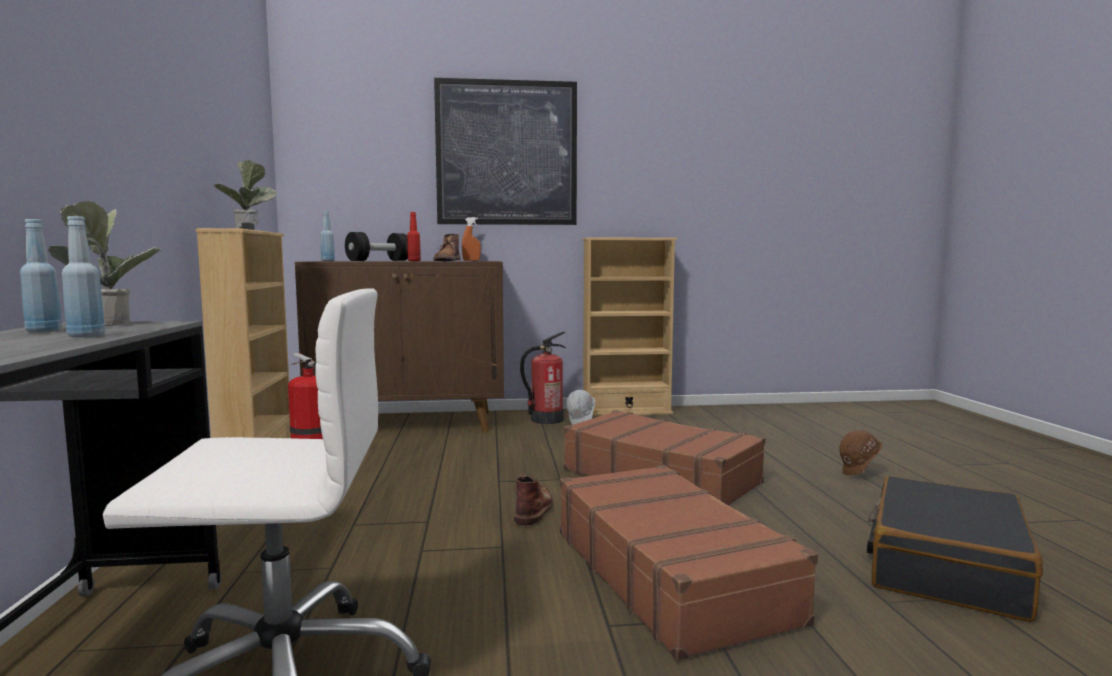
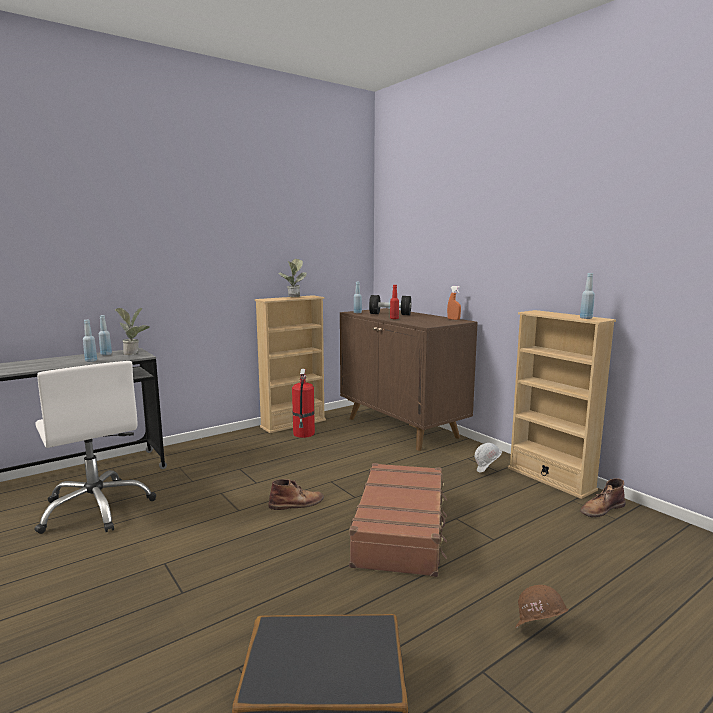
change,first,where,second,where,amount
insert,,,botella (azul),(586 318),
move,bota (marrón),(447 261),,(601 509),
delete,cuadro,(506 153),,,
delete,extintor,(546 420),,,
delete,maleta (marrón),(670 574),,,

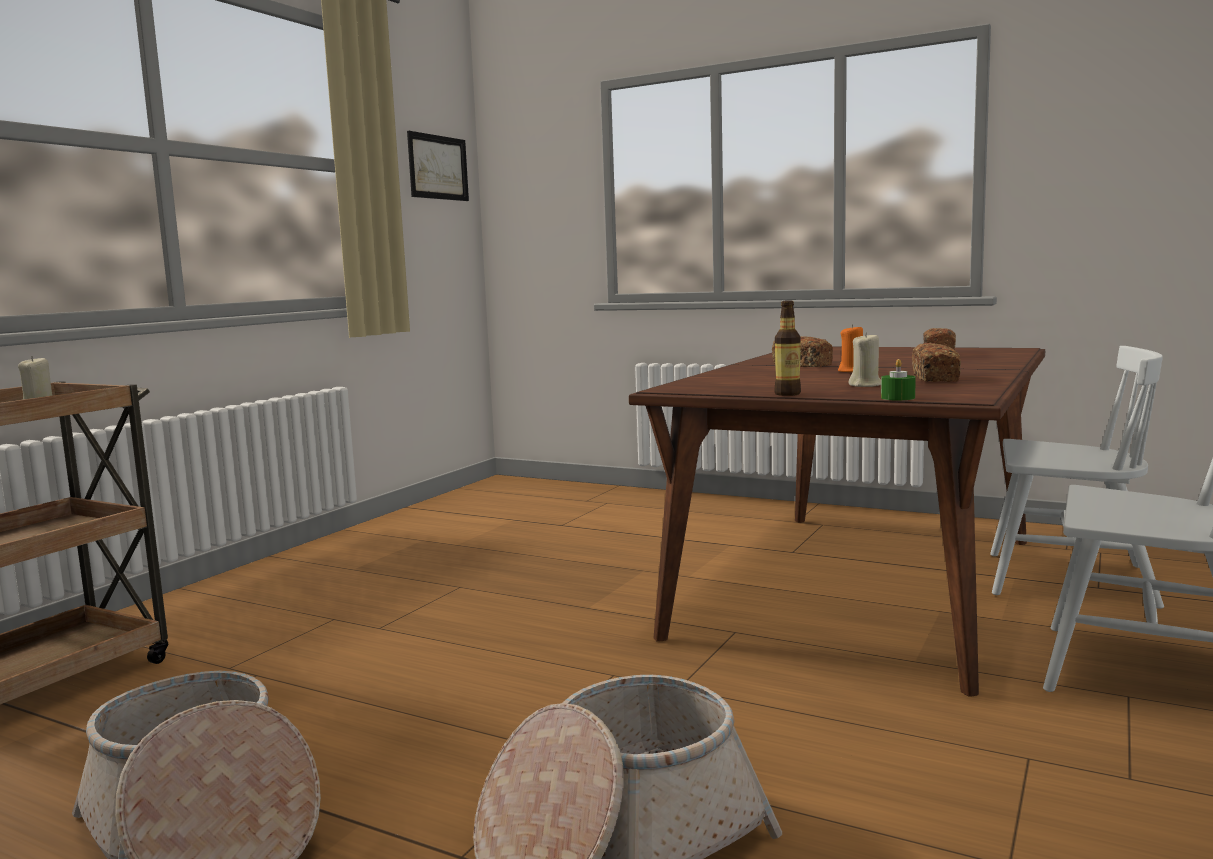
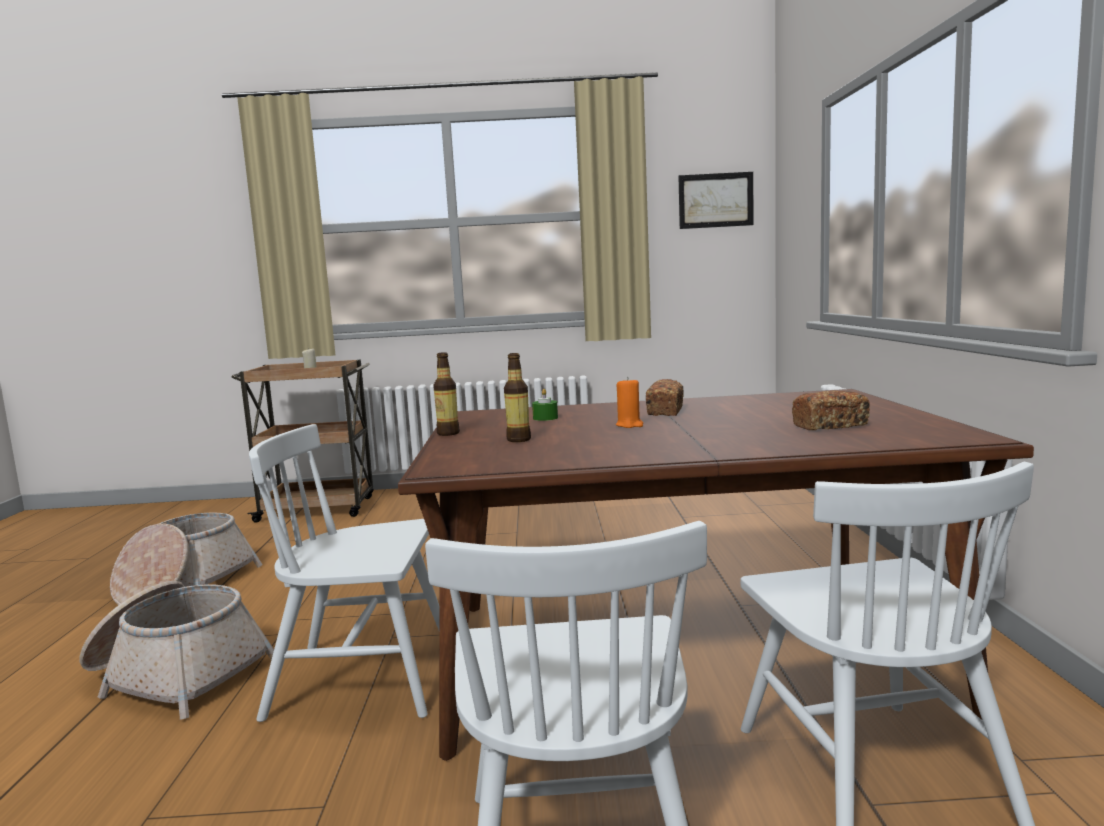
change,first,where,second,where,amount
insert,,,silla (blanco),(364 678),
replace,vela (beis),(865 385),botella,(518 440),
move,vela (verde),(897 398),,(545 418),
delete,pan,(935 378),,,

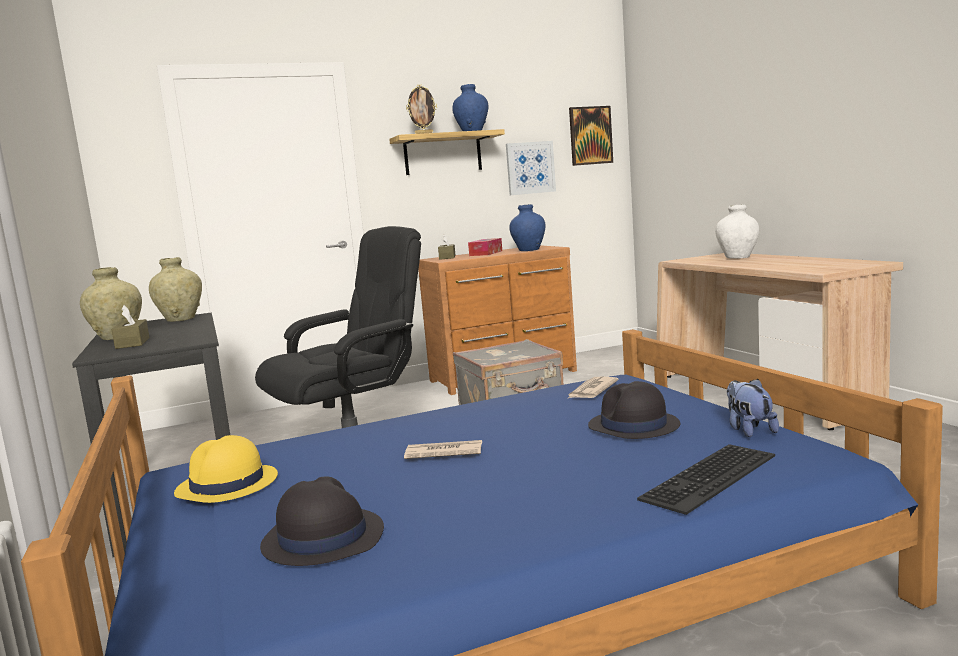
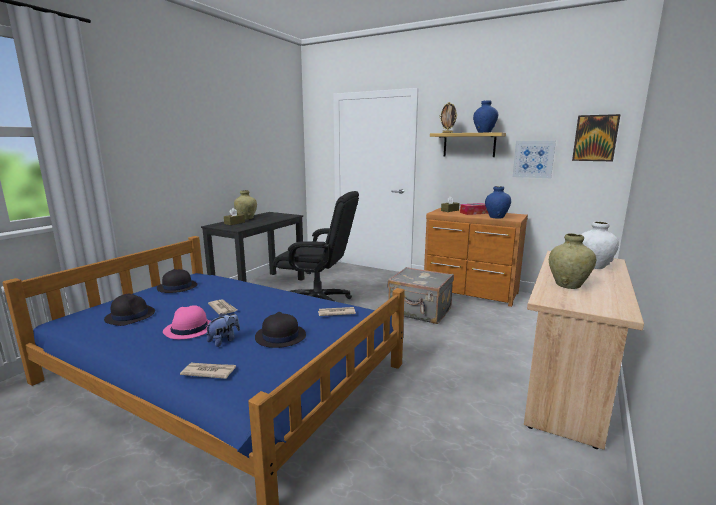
change,first,where,second,where,amount
recolor,sombrero (amarillo),(227 485),sombrero (negro),(177 287),
insert,,,sombrero (rosa),(189 329),
replace,teclado,(712 478),periódico,(208 372),
move,peluche,(749 430),,(224 340),
move,florero (beis),(181 319),,(568 285),

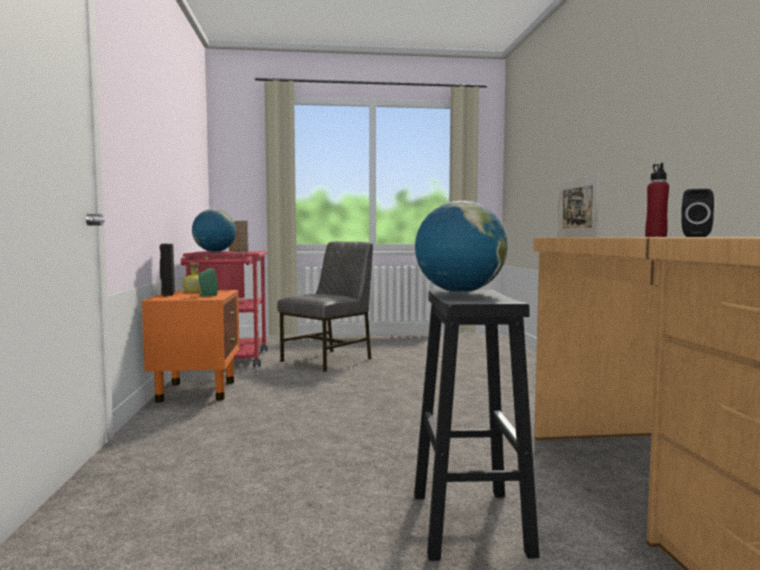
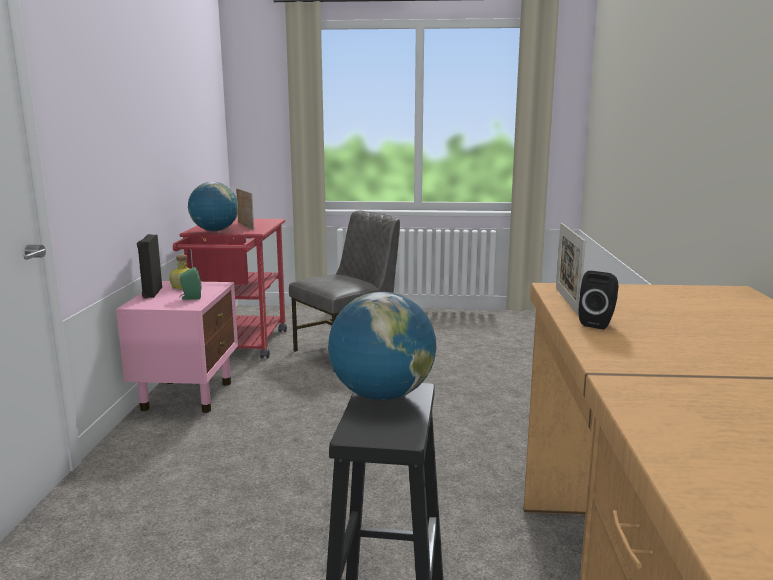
change,first,where,second,where,amount
recolor,mesita de noche (naranja),(197 391),mesita de noche (rosa),(188 395),
move,altavoz (negro),(694 236),,(598 323),
delete,botella (rojo),(655 236),,,

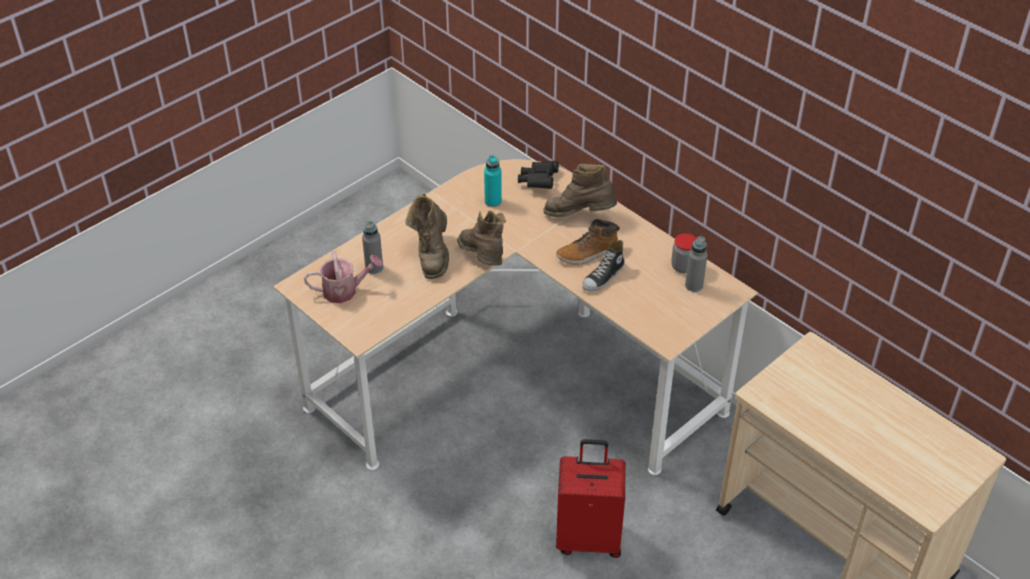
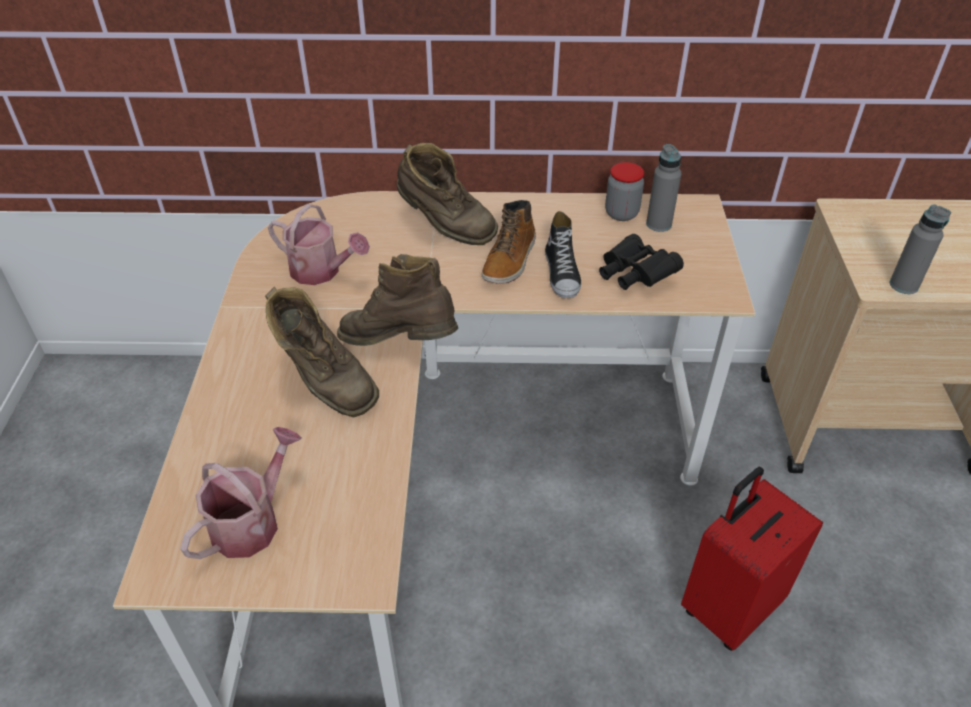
change,first,where,second,where,amount
replace,botella (turquesa),(493 201),regadera,(321 271),
rotate,bota (marrón),(579 216),,(445 227),120 degrees counterclockwise
move,prismáticos (negro),(538 182),,(634 275),
move,botella (gris),(374 268),,(903 285),

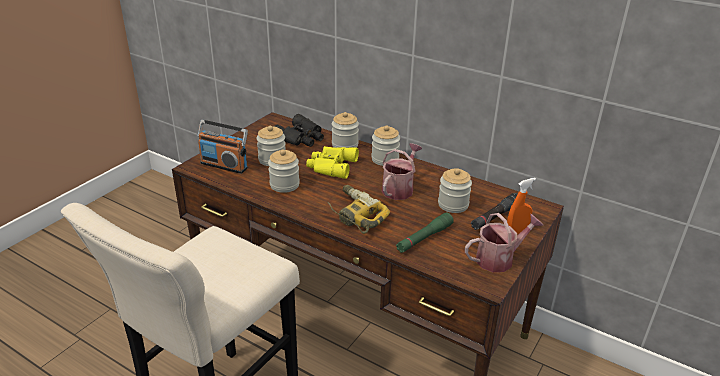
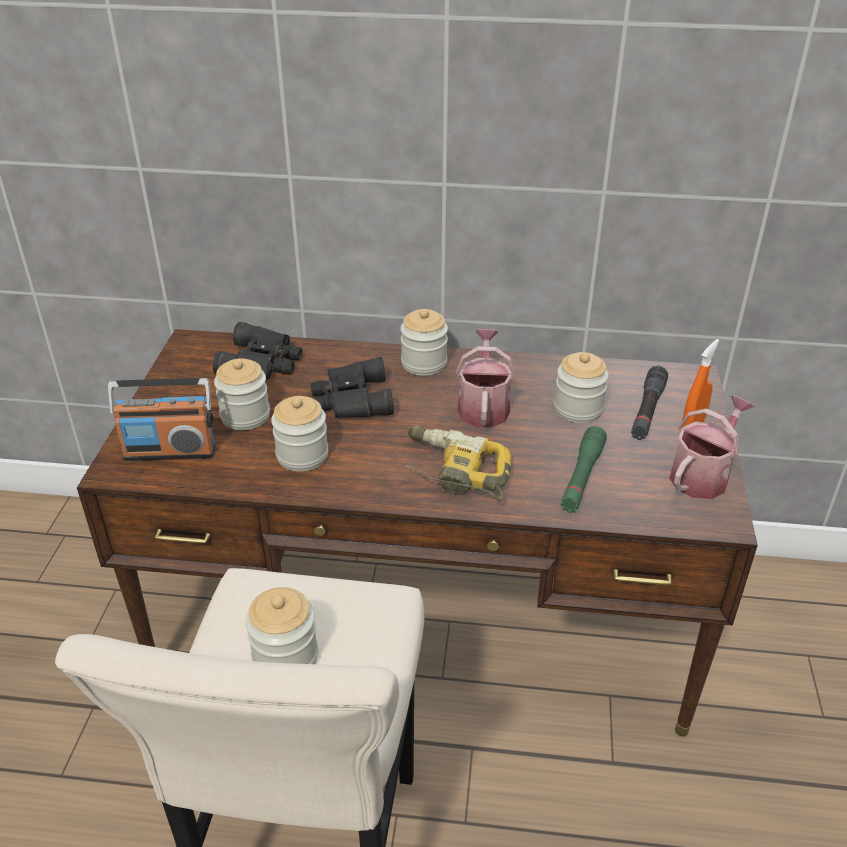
change,first,where,second,where,amount
move,tarro,(345 145),,(285 657),
recolor,prismáticos (amarillo),(330 166),prismáticos (negro),(350 400),

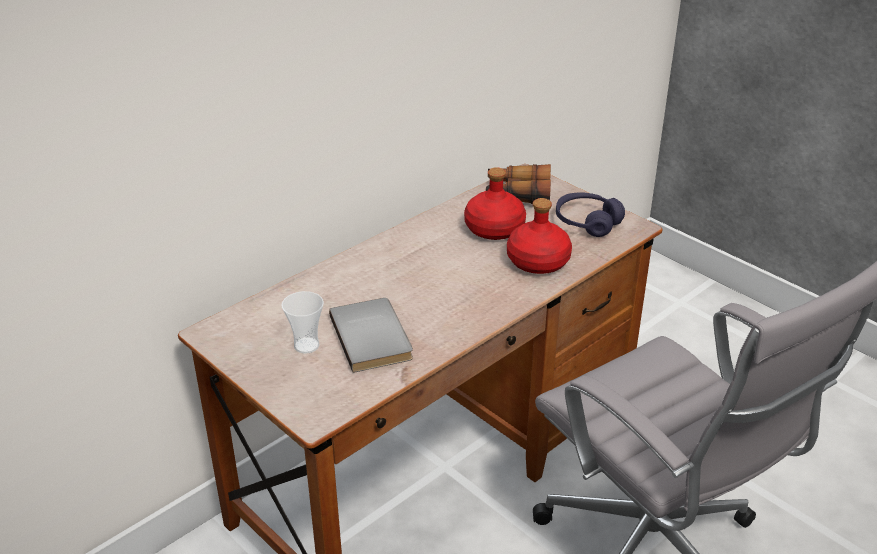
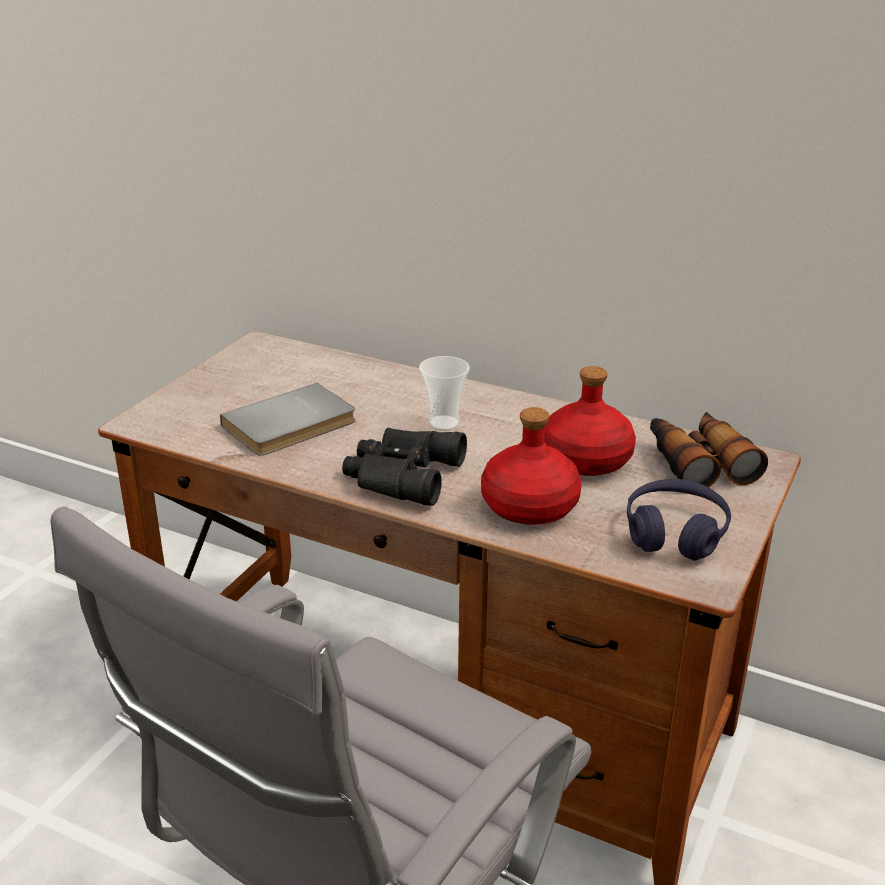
change,first,where,second,where,amount
insert,,,prismáticos (negro),(400 475),
move,taza,(306 345),,(444 423),

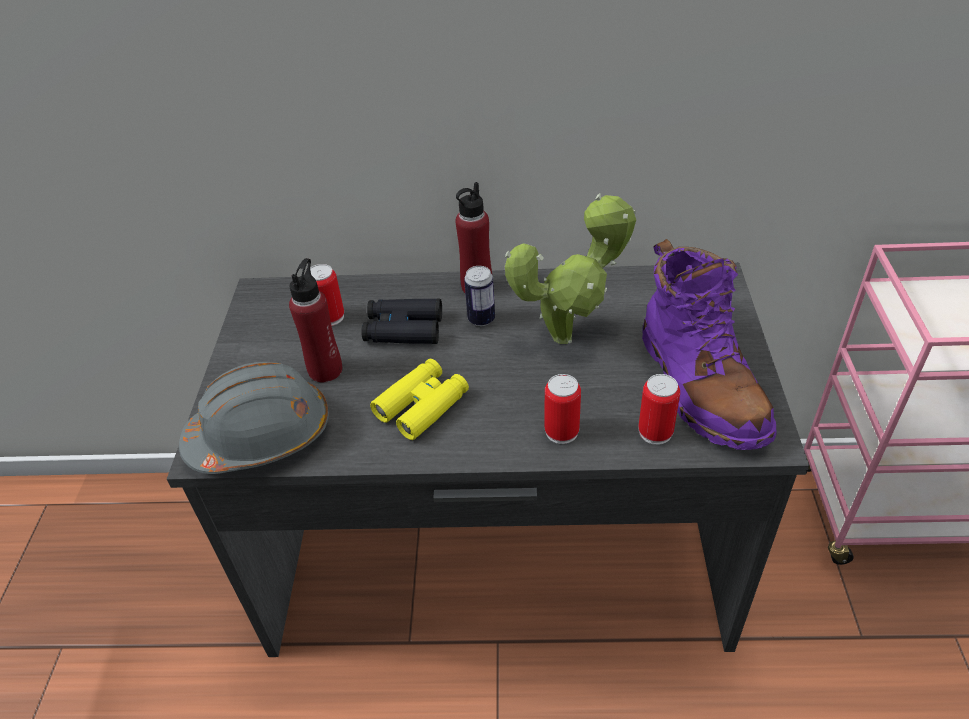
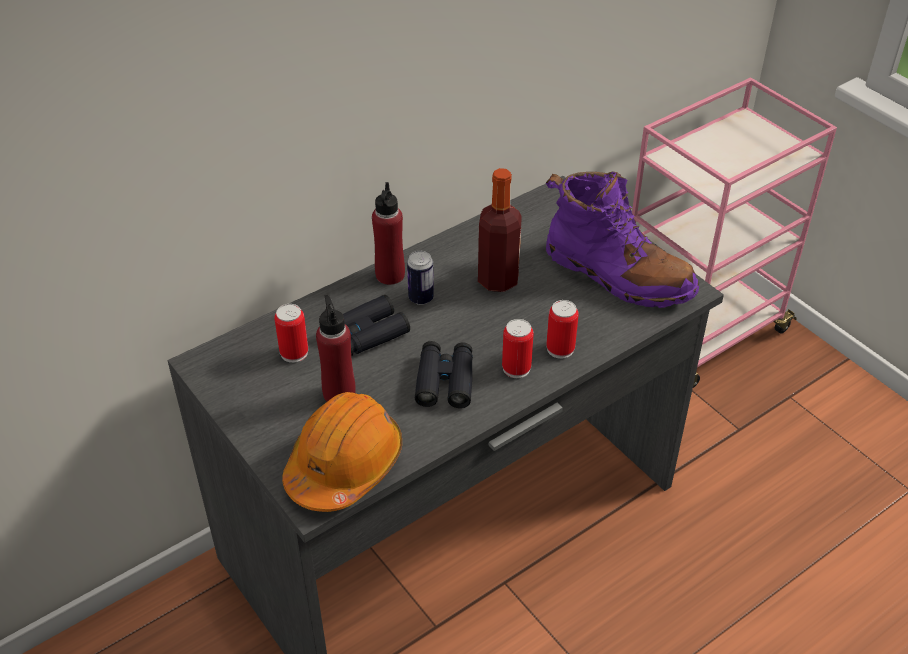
change,first,where,second,where,amount
recolor,casco (gris),(261 435),casco (naranja),(344 465),
recolor,prismáticos (amarillo),(422 405),prismáticos (negro),(445 381),
replace,planta en maceta,(569 335),botella,(498 280),
move,lata,(655 432),,(516 368),

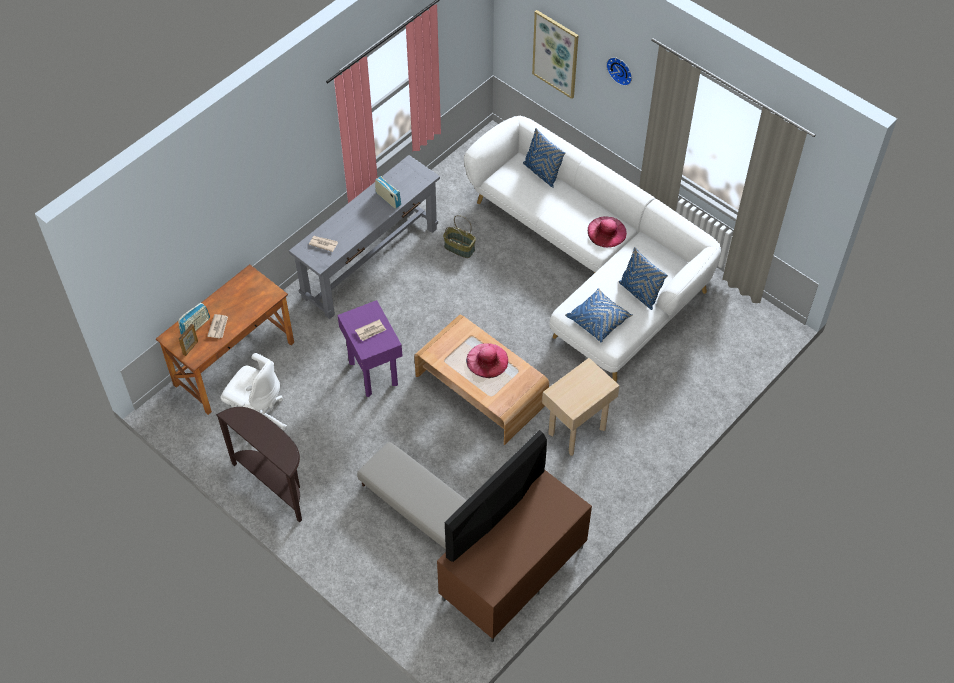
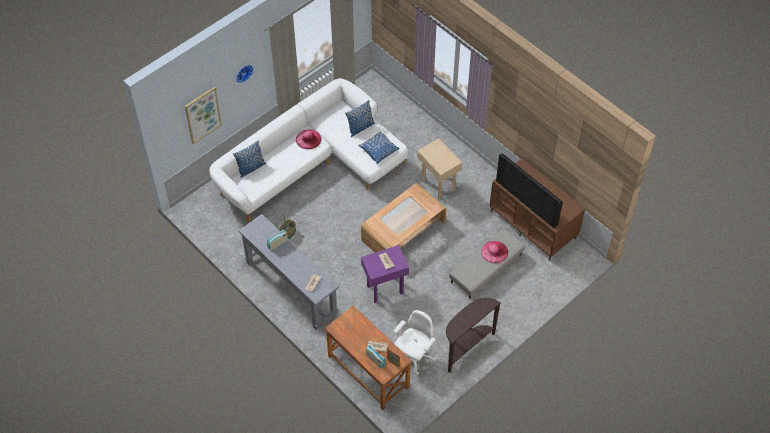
change,first,where,second,where,amount
move,sombrero (rosa),(487 360),,(494 252),

